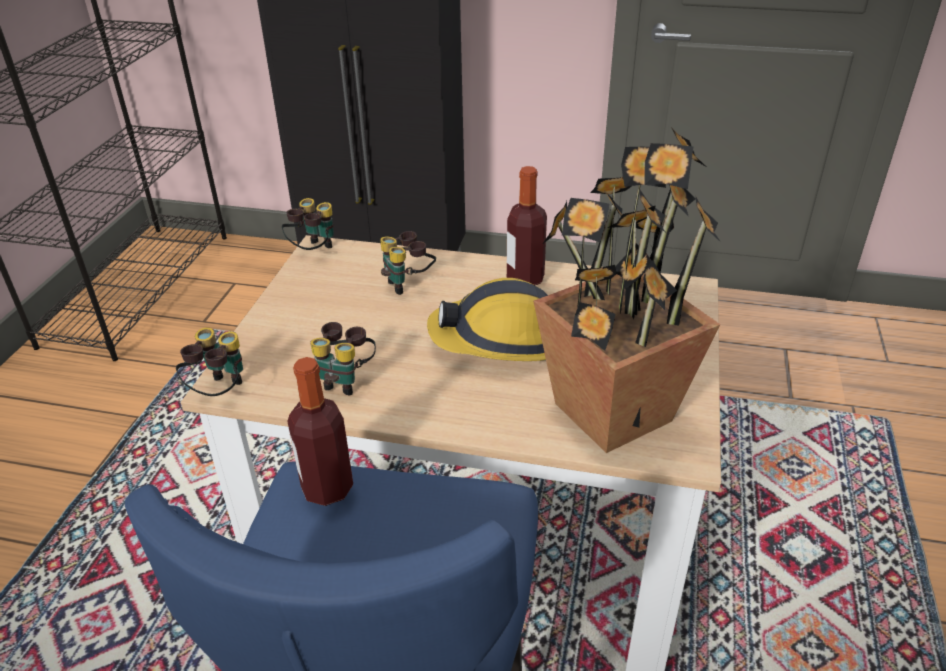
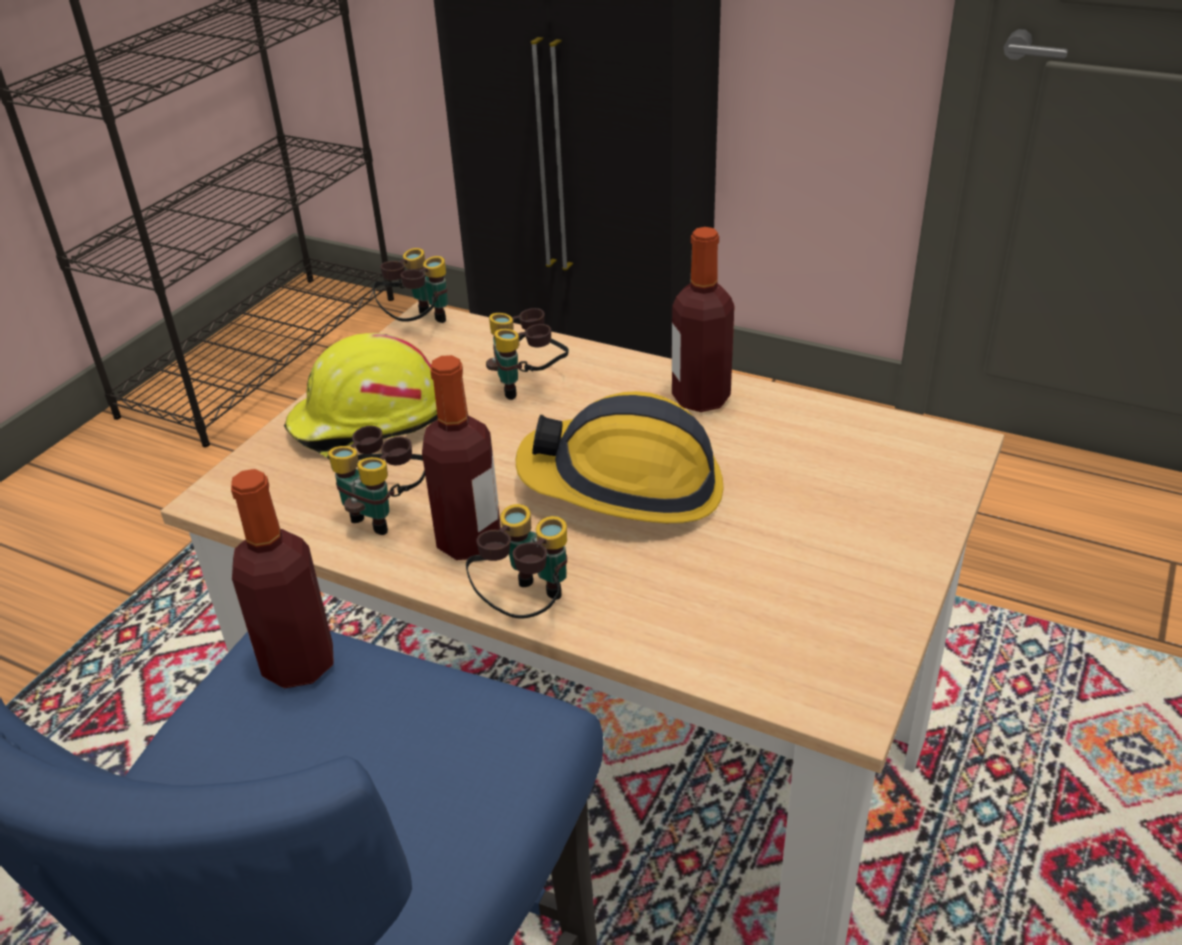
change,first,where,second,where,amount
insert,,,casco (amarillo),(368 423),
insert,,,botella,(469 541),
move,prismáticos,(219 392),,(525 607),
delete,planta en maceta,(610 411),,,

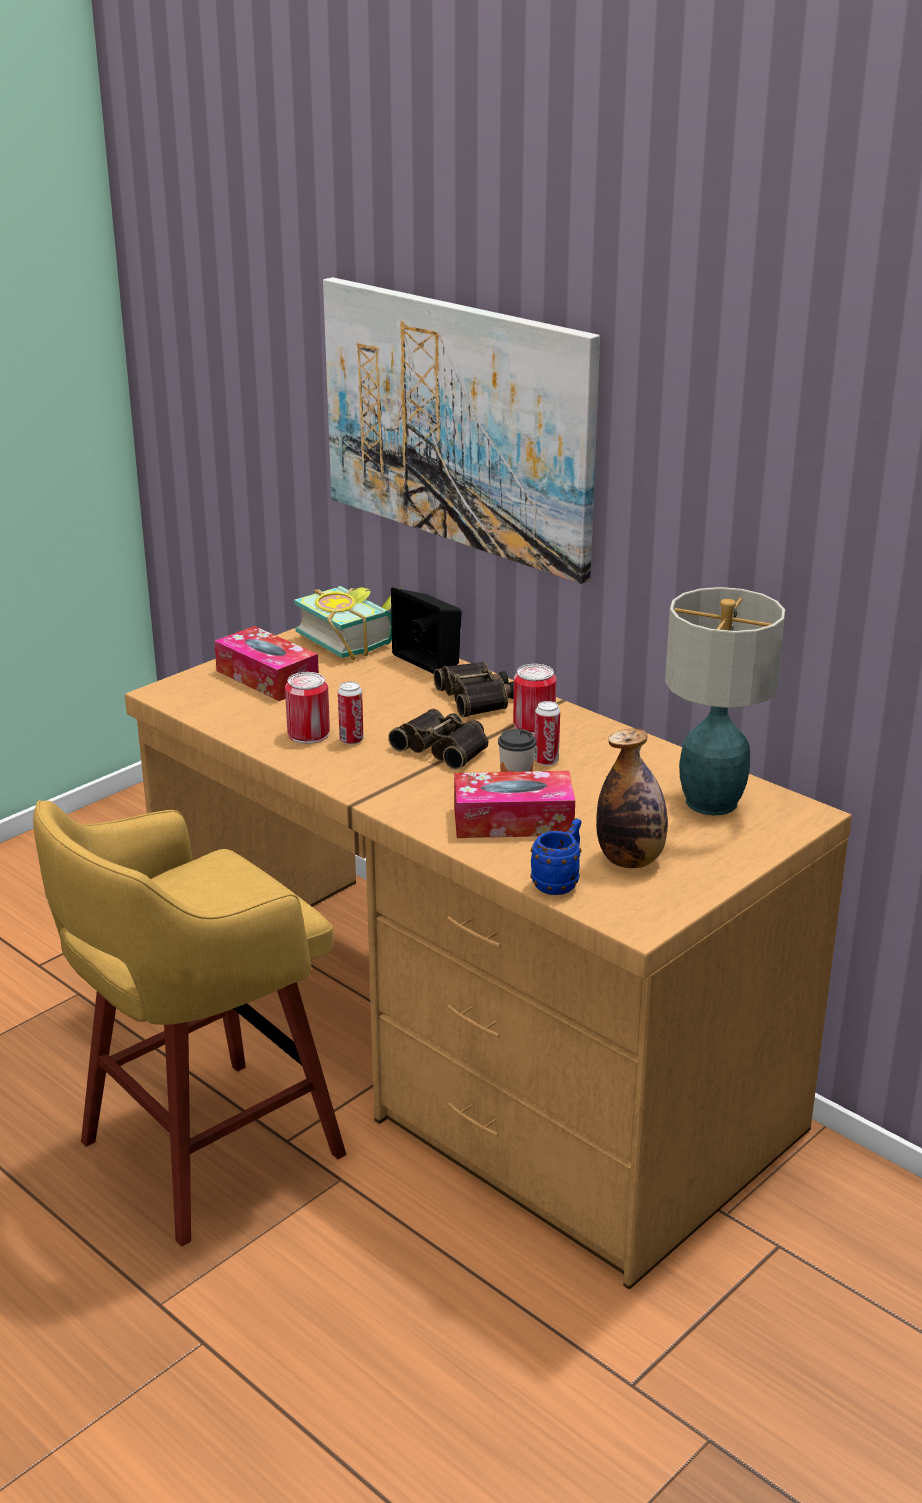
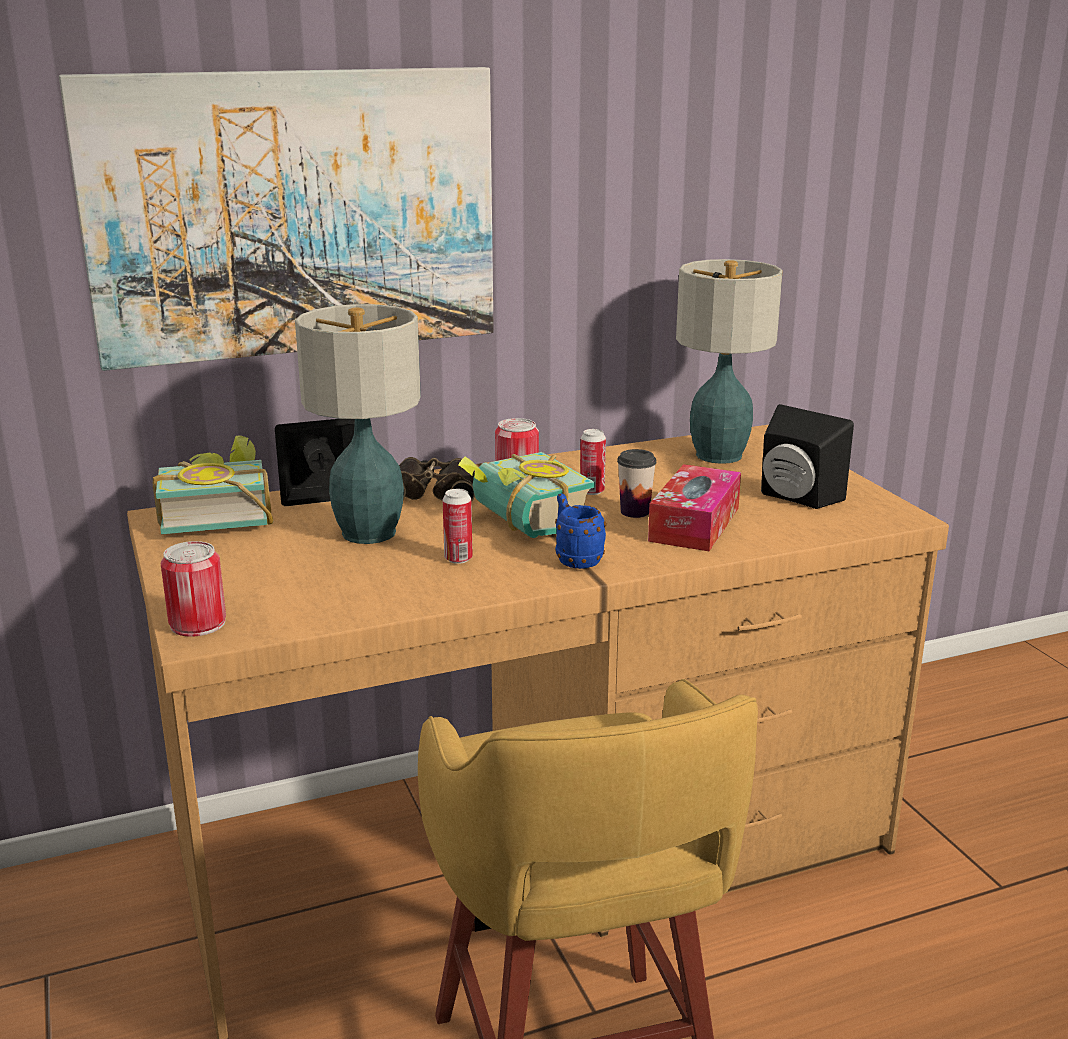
change,first,where,second,where,amount
move,lata,(308 734),,(198 623),
insert,,,lámpara de mesa,(370 533),
replace,prismáticos,(444 747),libro,(521 523),
move,taza grande (azul),(559 882),,(575 559),
replace,botella,(630 860),altavoz (negro),(795 498),
delete,caja de pañuelos,(267 678),,,

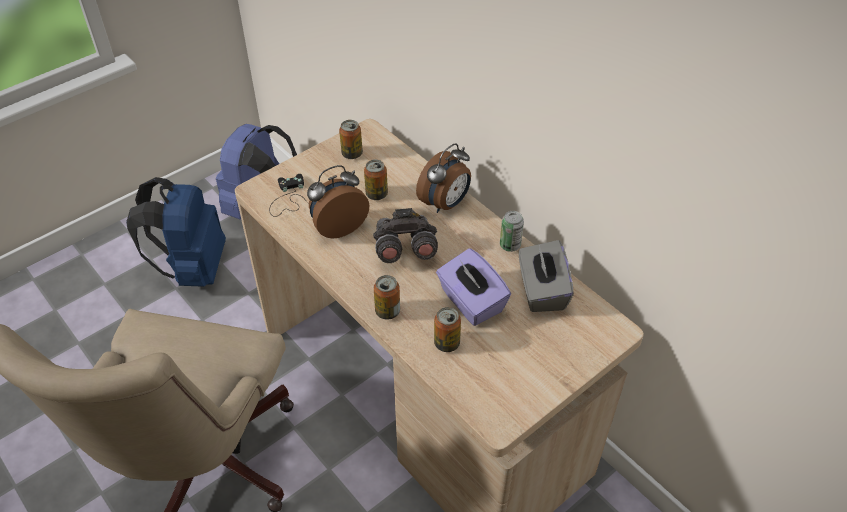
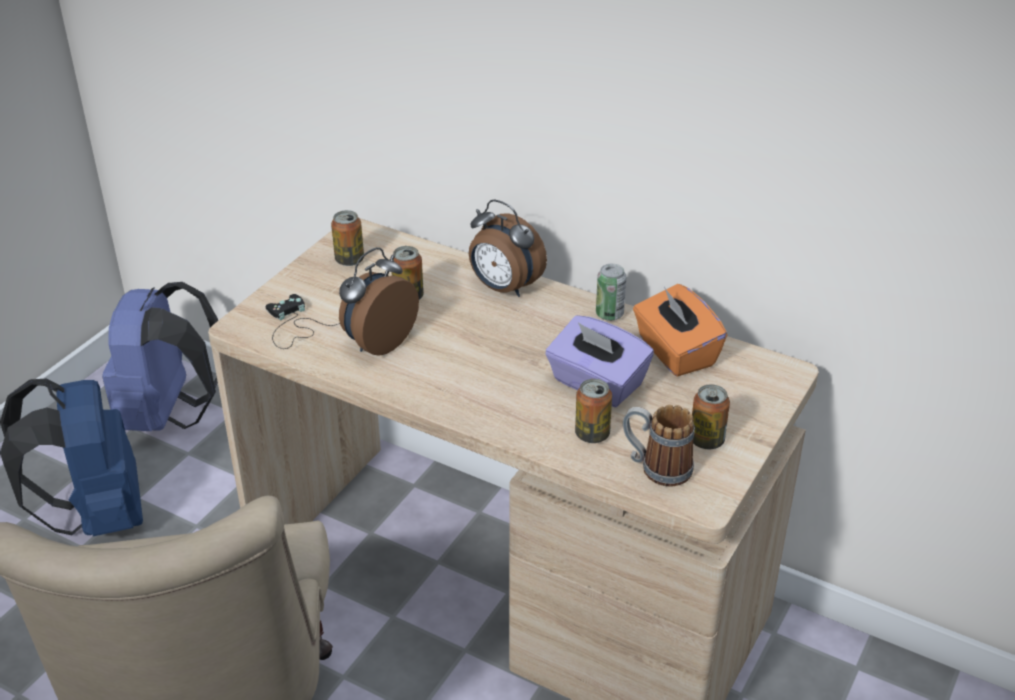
change,first,where,second,where,amount
rotate,despertador,(445 204),,(504 288),105 degrees clockwise
insert,,,taza grande,(656 468),
recolor,caja de pañuelos (gris),(541 291),caja de pañuelos (naranja),(675 352),
move,lata,(387 311),,(706 440),
delete,prismáticos (gris),(404 249),,,

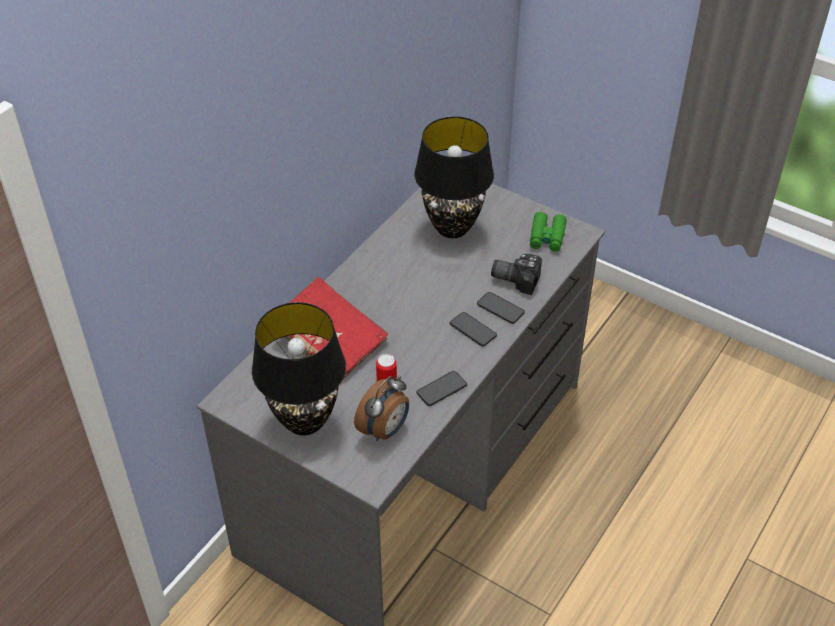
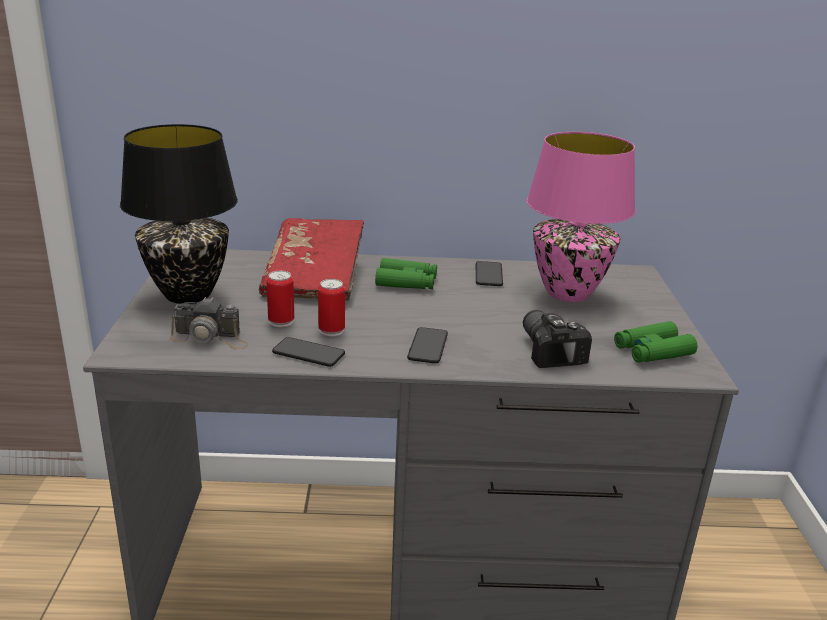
change,first,where,second,where,amount
replace,despertador,(385 430),cámara,(211 338),
insert,,,lata,(331 330),
insert,,,prismáticos (verde),(406 282),
move,móvil,(500 308),,(488 275),
recolor,lámpara de mesa (negro),(452 227),lámpara de mesa (rosa),(568 293),

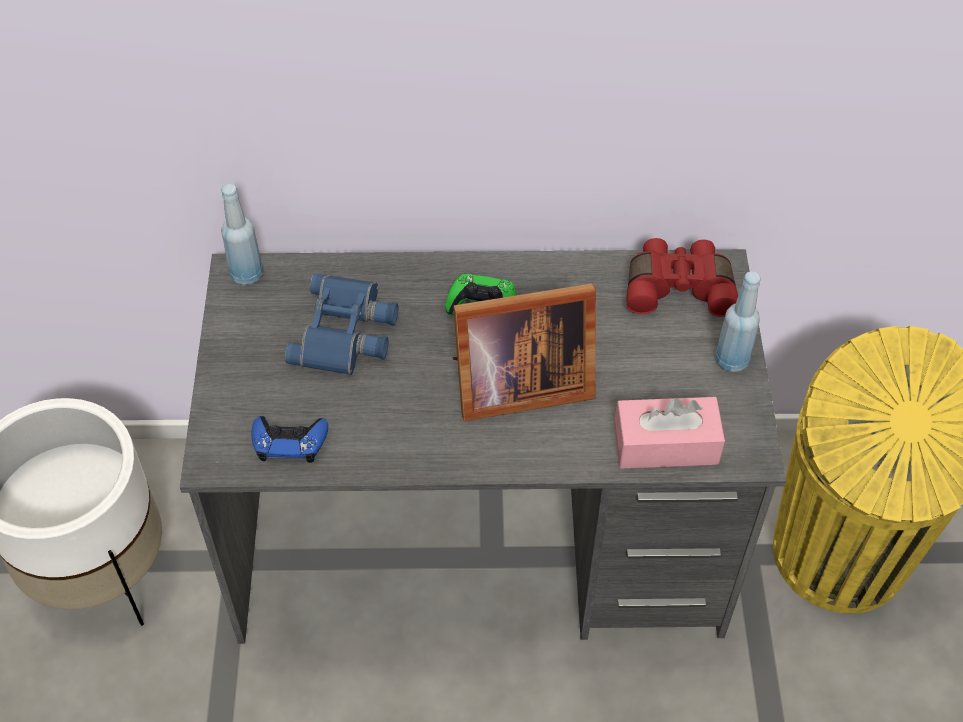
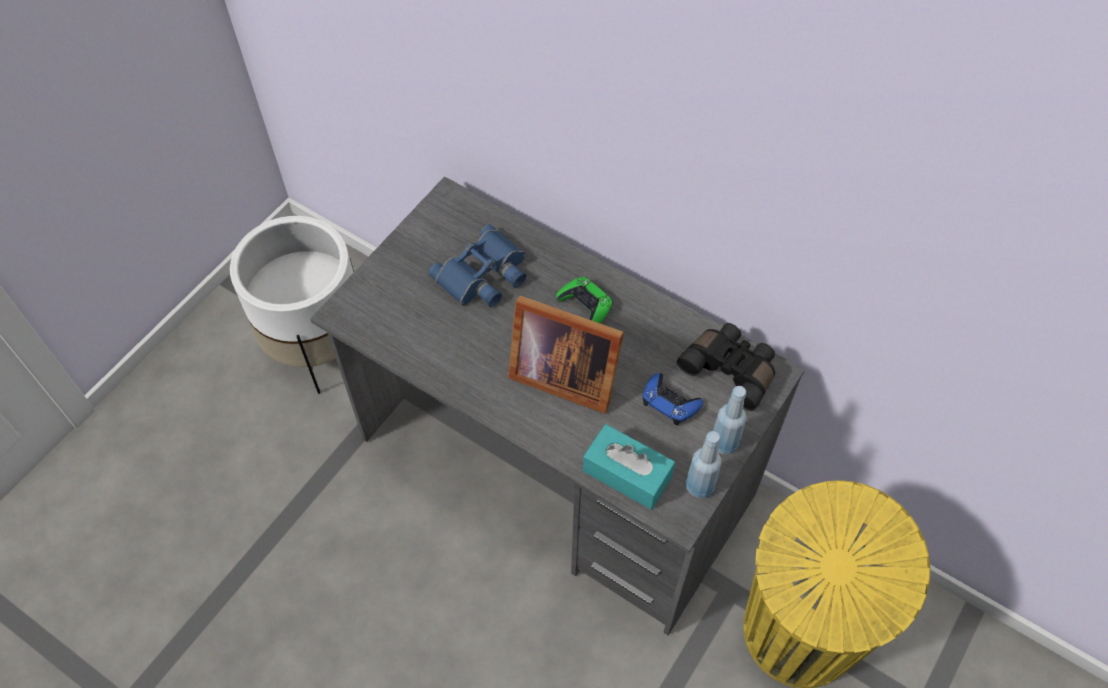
change,first,where,second,where,amount
recolor,caja de pañuelos (rosa),(665 444),caja de pañuelos (turquesa),(627 474),
move,mando de consola (azul),(289 442),,(670 402),
recolor,prismáticos (rojo),(678 287),prismáticos (negro),(731 369),
move,botella (azul),(247 274),,(699 486),

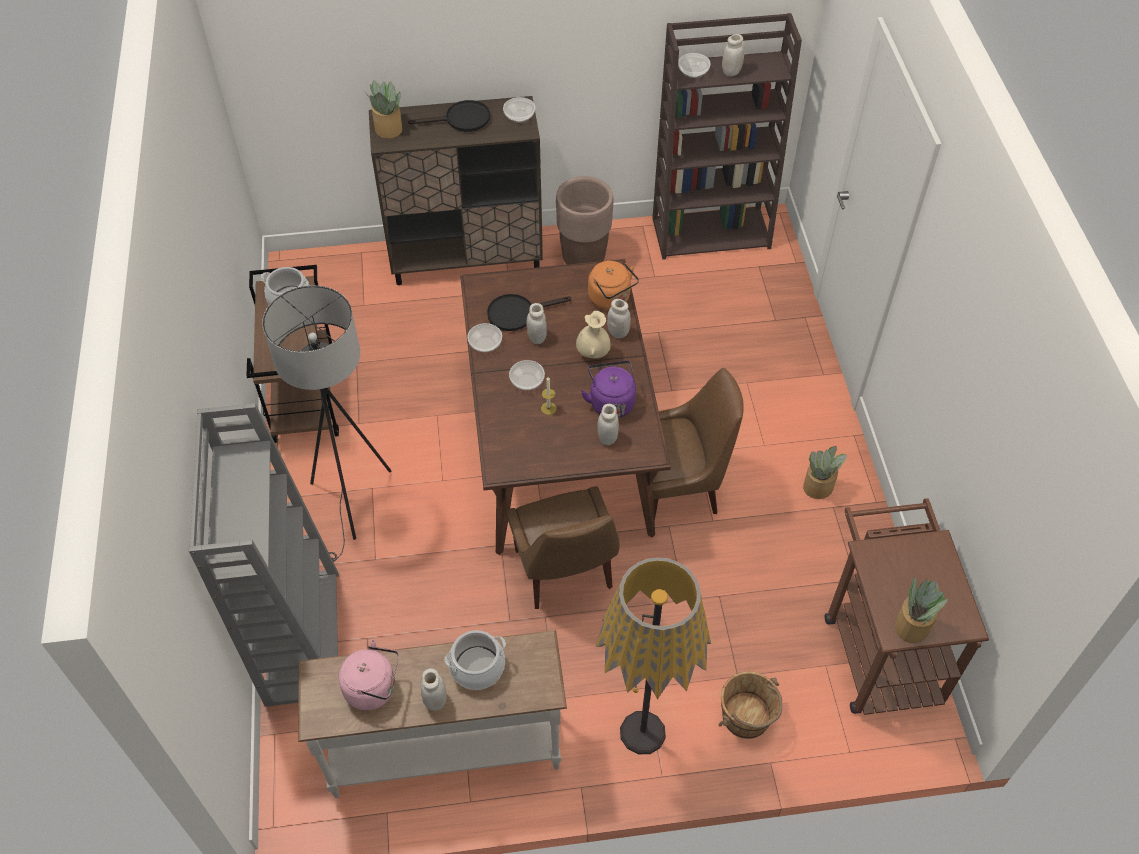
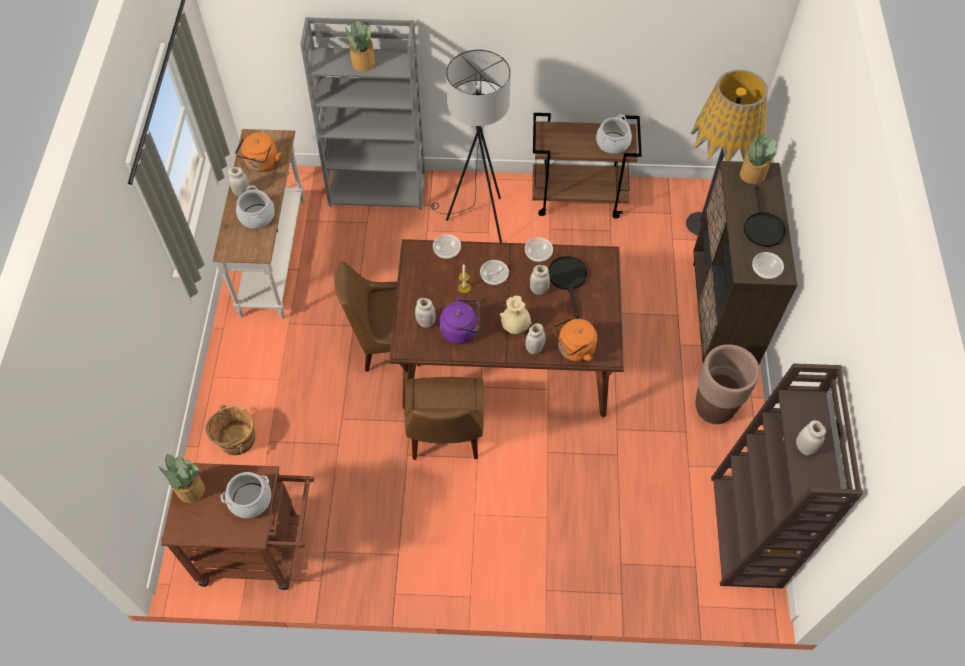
change,first,where,second,where,amount
insert,,,olla,(250 500),
recolor,hervidor (rosa),(374 688),hervidor (naranja),(261 164),
move,planta en maceta,(819 487),,(363 63),
move,cuenco,(693 72),,(447 251),
move,lámpara de pie,(642 732),,(700 224),

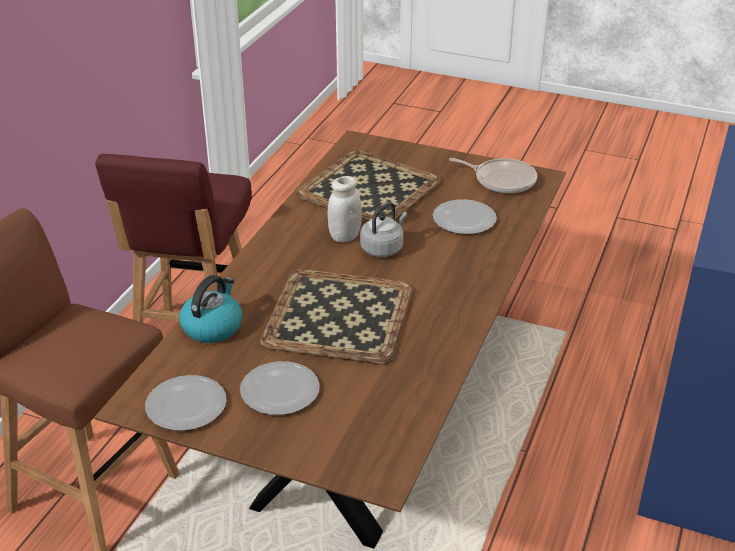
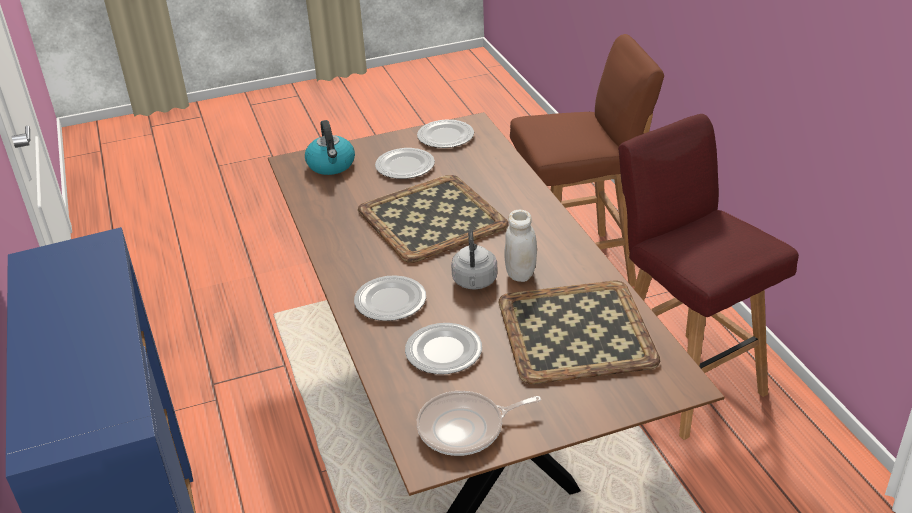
change,first,where,second,where,amount
move,hervidor,(212 326),,(331 165),
insert,,,plato,(390 301),

